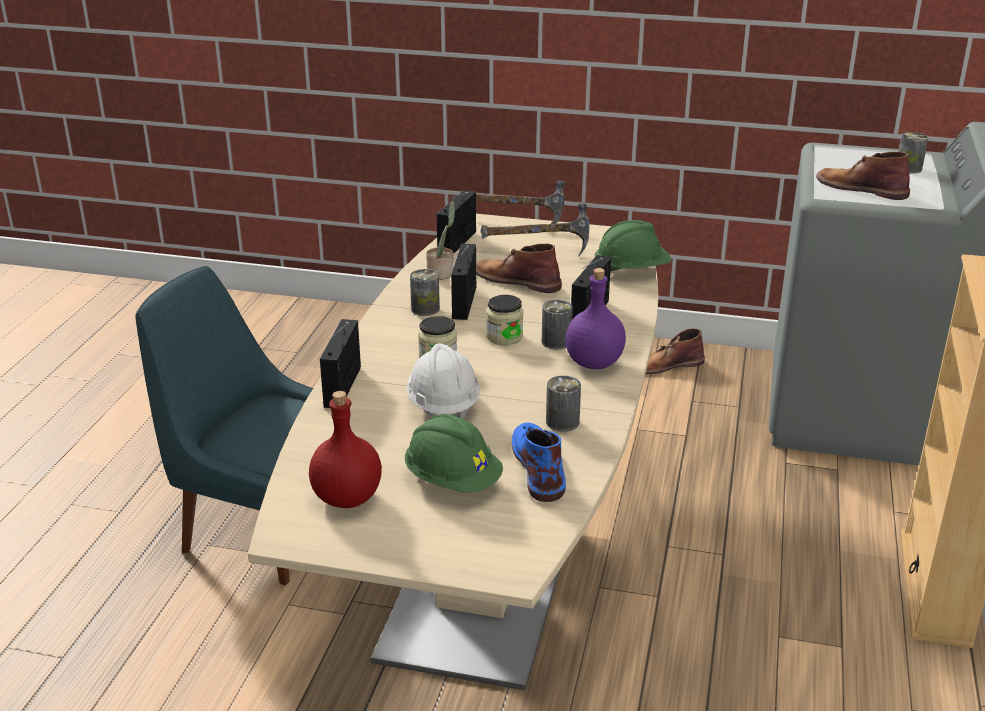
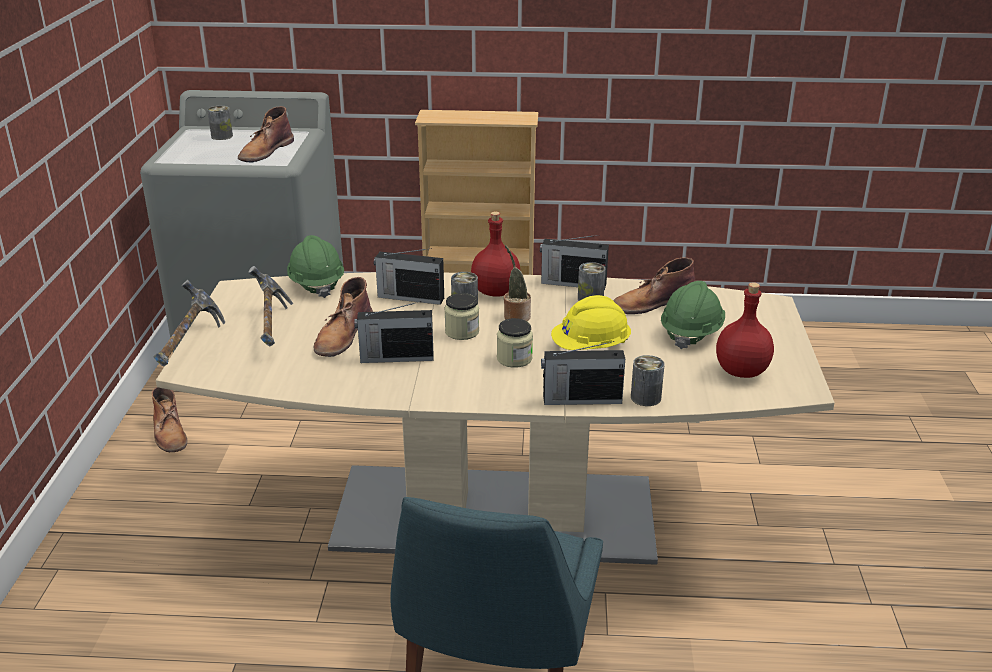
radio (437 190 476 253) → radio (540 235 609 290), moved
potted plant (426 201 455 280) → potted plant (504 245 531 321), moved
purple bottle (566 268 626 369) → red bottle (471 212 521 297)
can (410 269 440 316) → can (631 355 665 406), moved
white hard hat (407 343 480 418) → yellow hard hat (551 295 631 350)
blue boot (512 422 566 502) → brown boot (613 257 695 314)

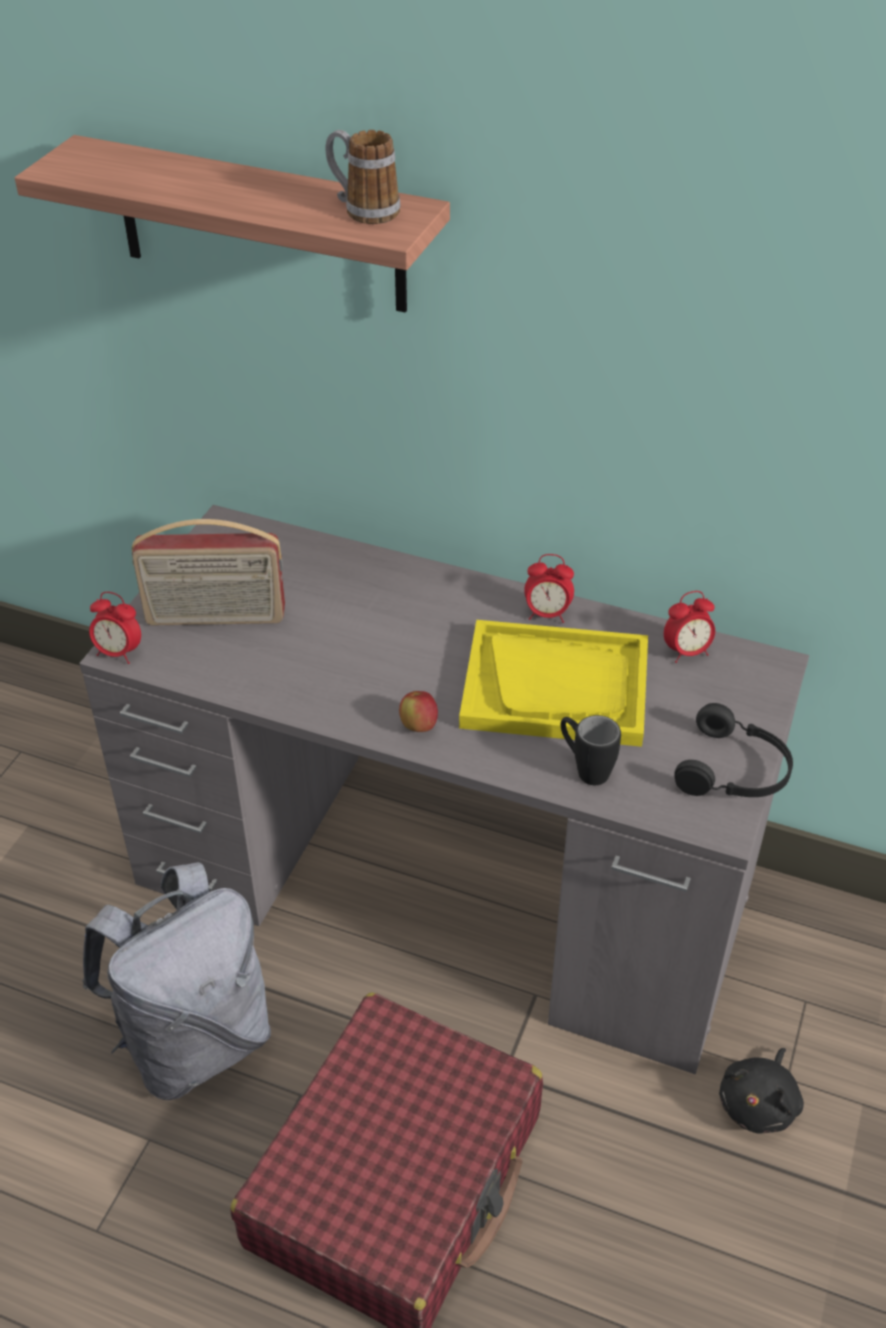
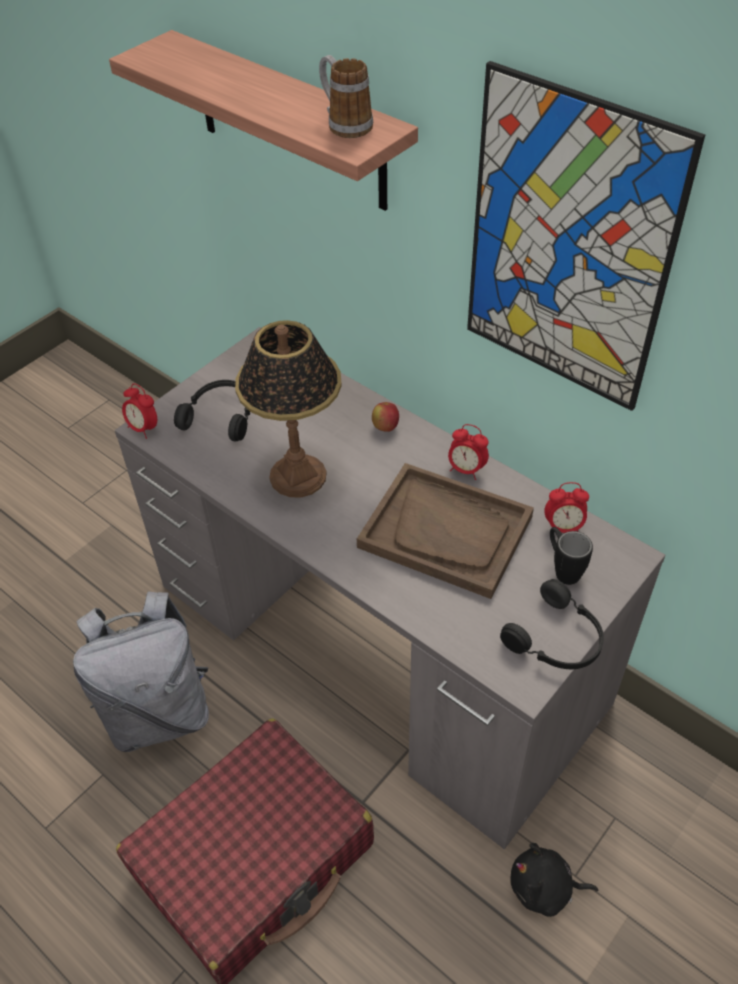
radio (132 519 285 625) → black headphones (174 380 250 441)
yellow tray (459 620 648 747) → brown tray (357 463 534 599)
apple (399 691 438 732) → apple (372 402 399 432), moved
black mug (561 715 621 785) → black mug (550 527 593 585), moved
black plush toy (719 1048 804 1134) → black plush toy (510 843 598 917), 45 degrees clockwise
- → picture (467 61 705 411)
- → table lamp (235 320 342 498)

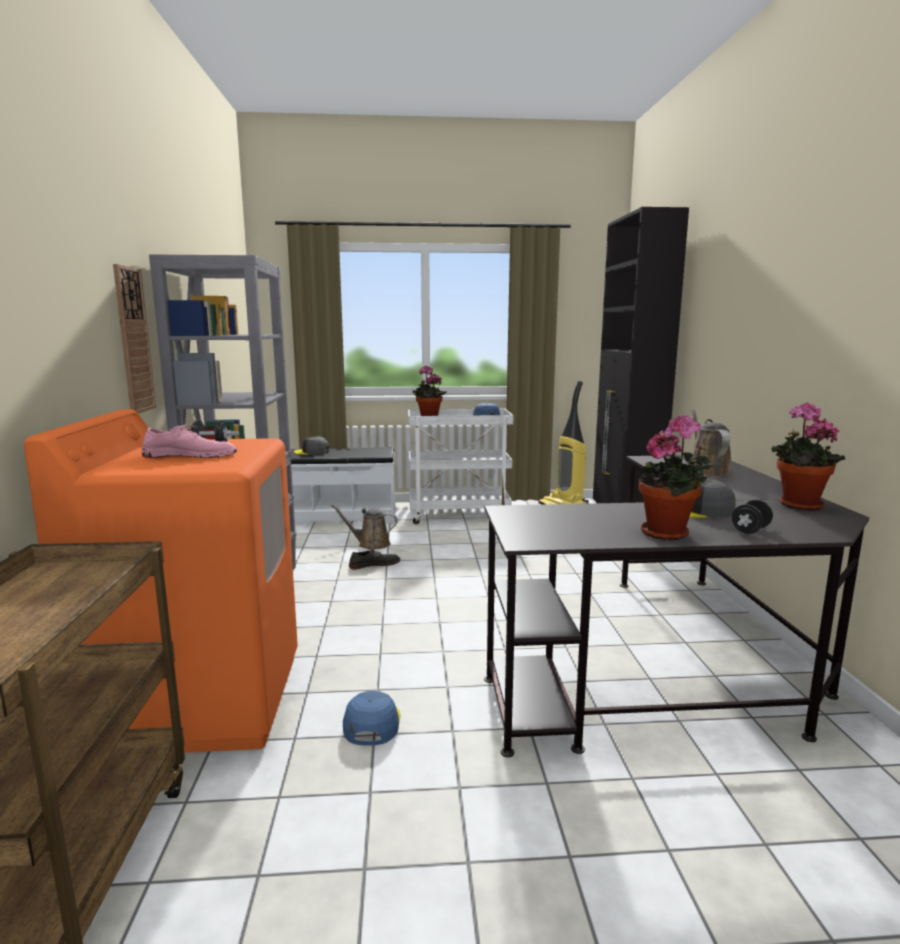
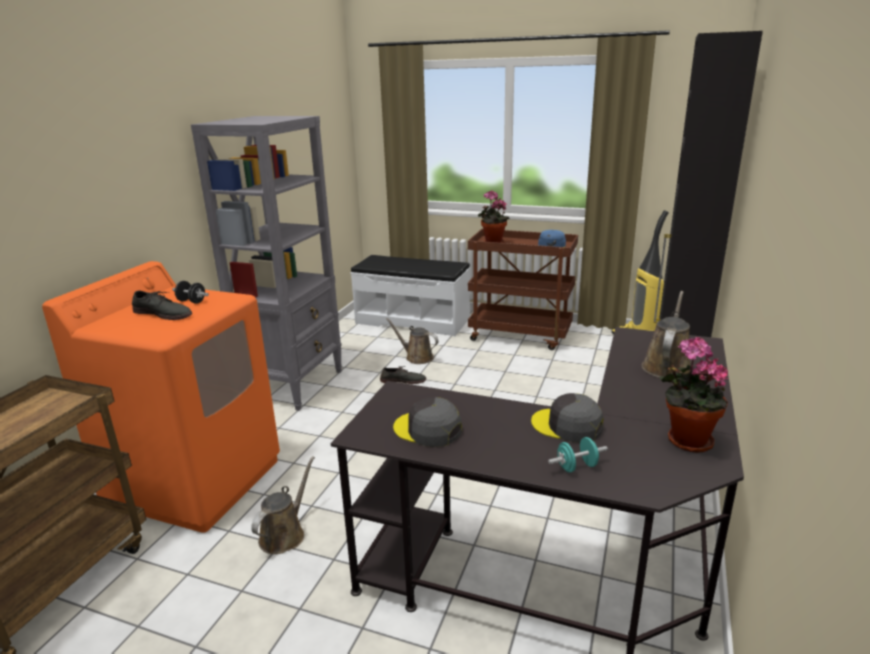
wall clock (113 264 156 414) → -
white cart (408 409 514 524) → brown cart (468 229 578 350)
potted plant (639 415 713 540) → -
pink shoe (141 425 237 458) → grey shoe (132 291 192 320)
grey cap (294 436 329 455) → grey cap (393 397 462 447), moved
black dumbbell (732 500 773 534) → turquoise dumbbell (548 437 608 472)
blue cap (343 691 400 746) → brown watering can (251 456 315 554)

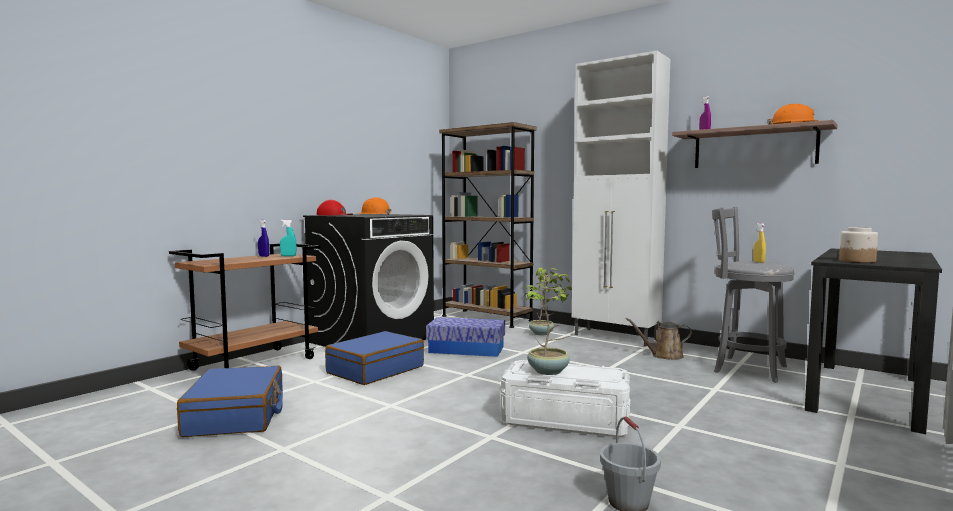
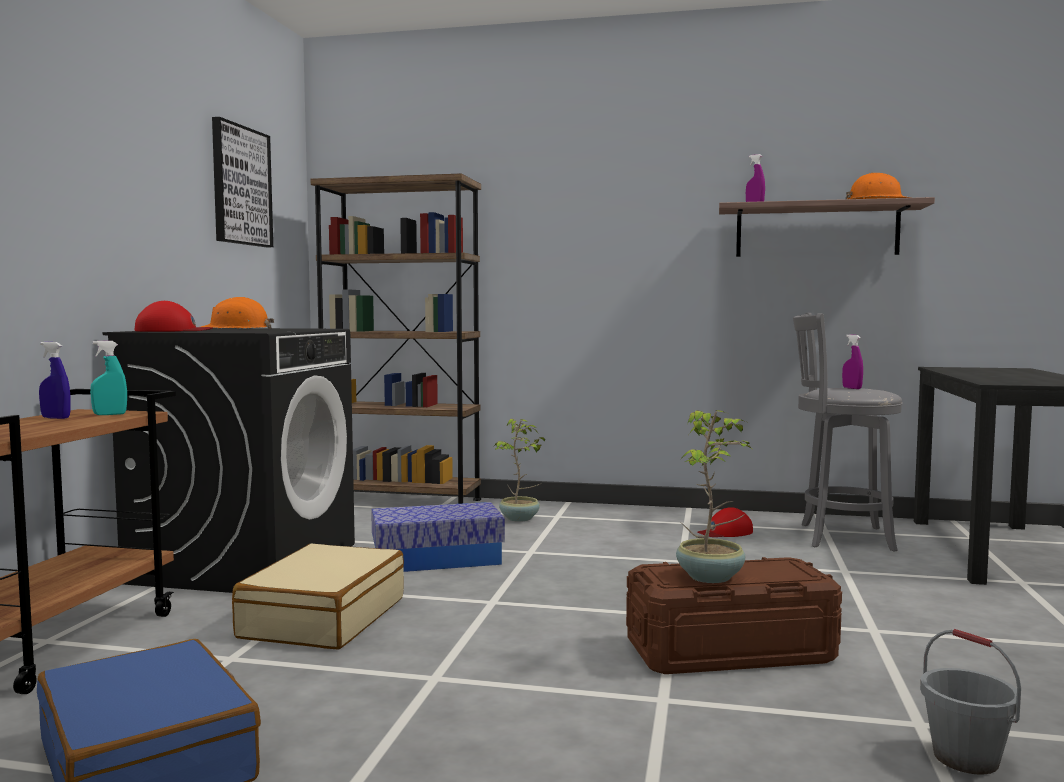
white cabinet (572 51 670 346) → -
yellow spray bottle (753 223 766 263) → purple spray bottle (842 334 863 389)
jar (839 227 878 263) → -
brown watering can (625 318 692 360) → red cap (698 507 753 537)
blue suitcase (325 331 424 385) → beige suitcase (232 544 404 650)
white storage box (501 360 630 437) → brown storage box (626 557 842 674)
- → picture (212 117 273 247)

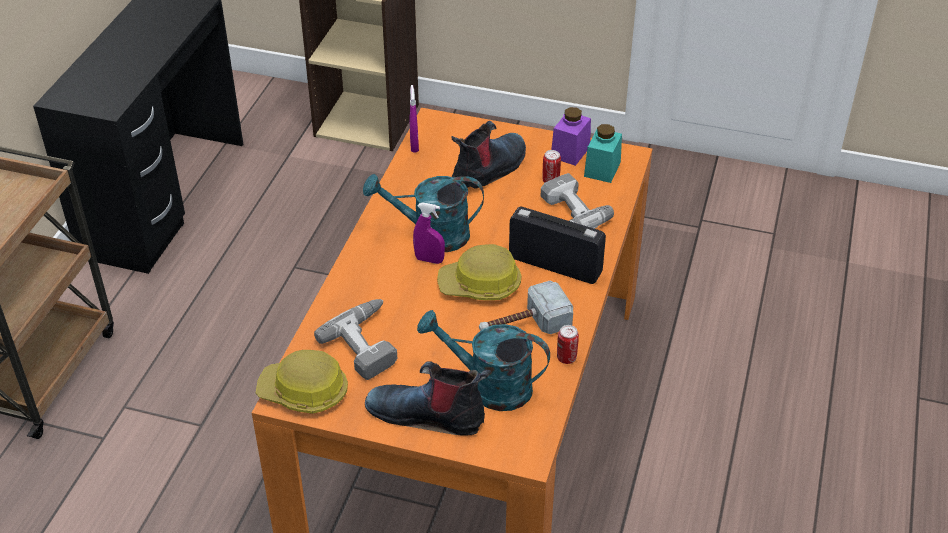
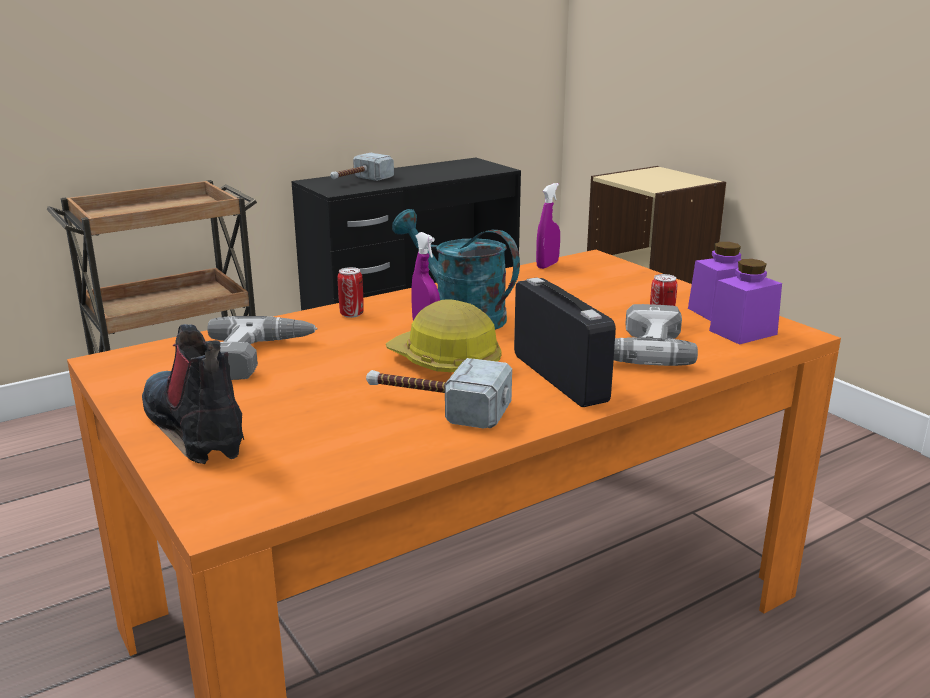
boot (452 121 526 189) → -
turquoise jar (584 124 622 183) → purple jar (709 259 782 345)
turquoise watering can (417 310 550 411) → -
can (557 325 579 364) → can (338 267 364 318), moved
hard hat (256 350 348 414) → -
- → hammer (331 153 394 181)

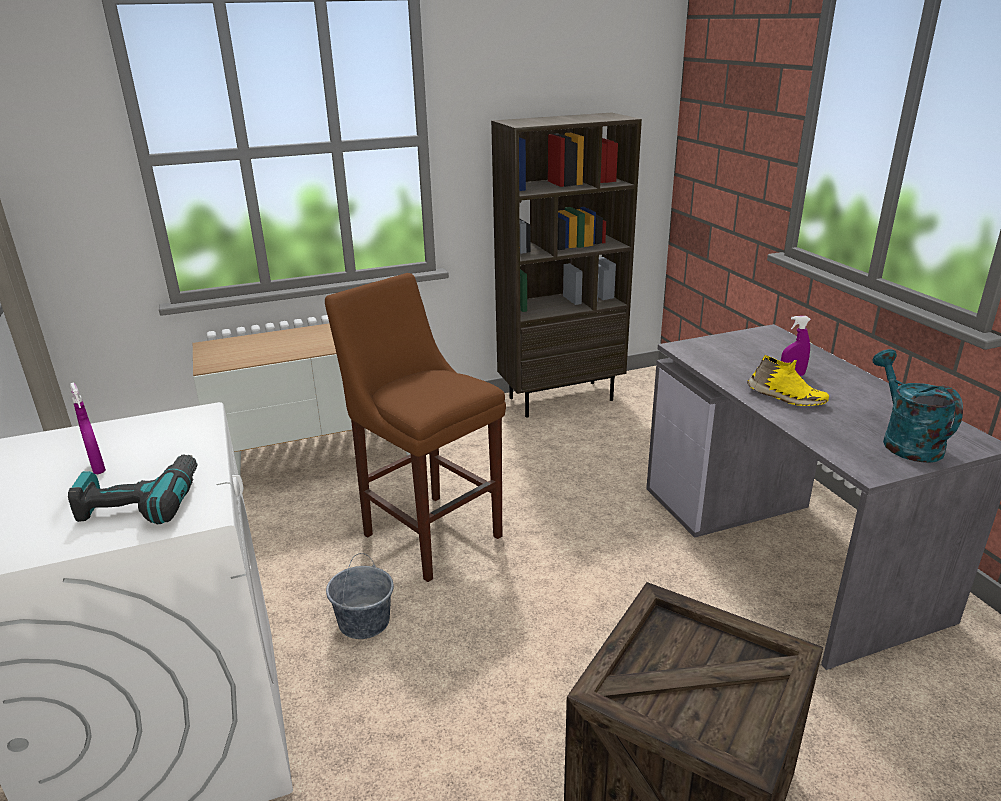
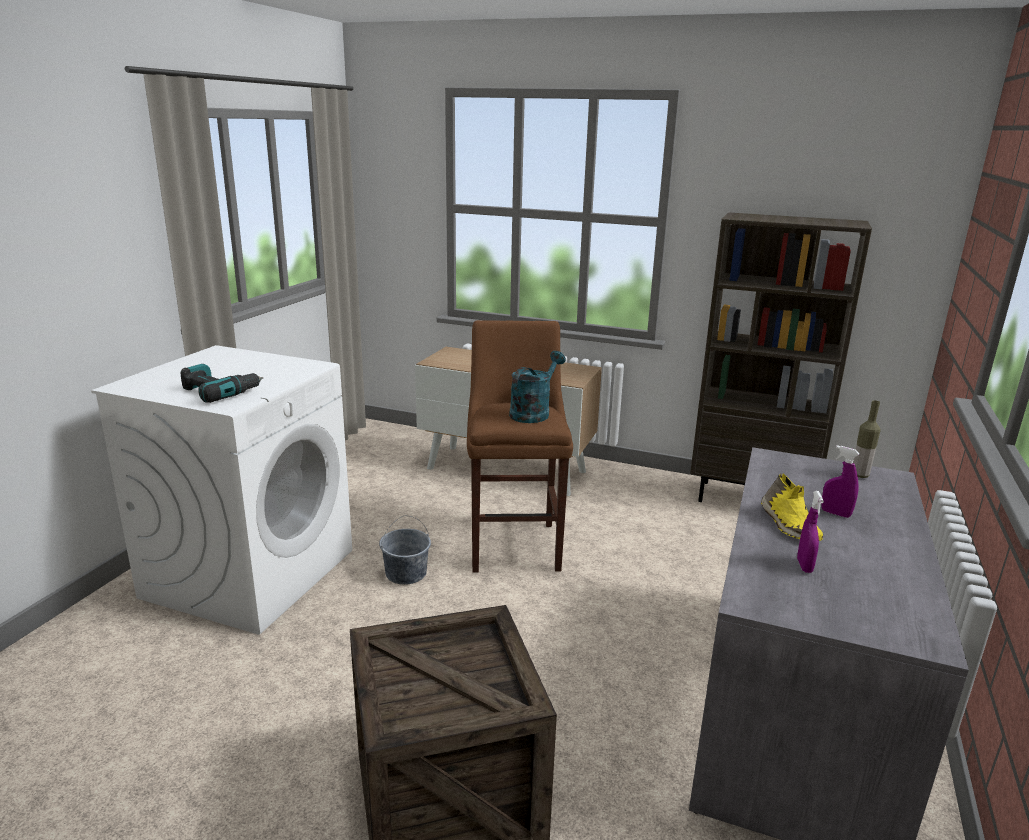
turquoise watering can (872 349 963 463) → turquoise watering can (509 351 566 423), moved
purple spray bottle (70 382 106 474) → purple spray bottle (797 491 824 573), moved
- → bottle (853 400 880 478)

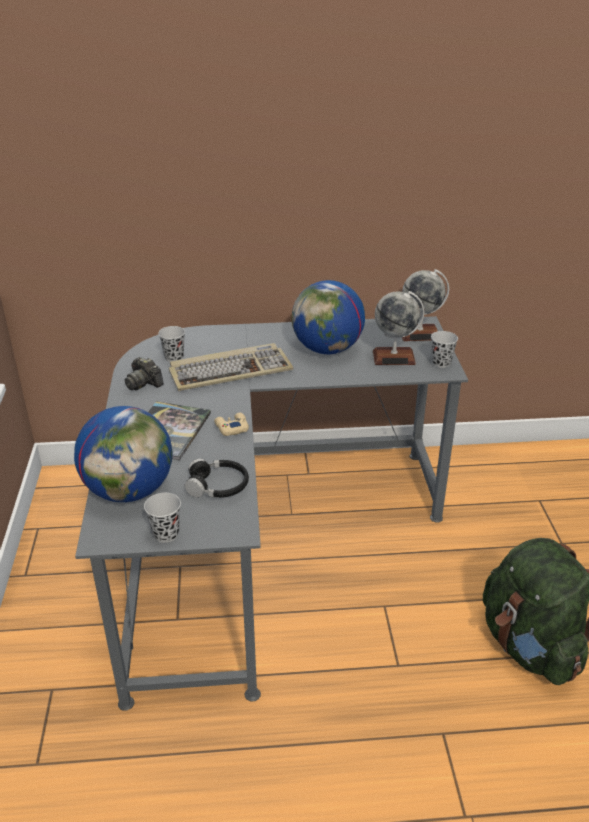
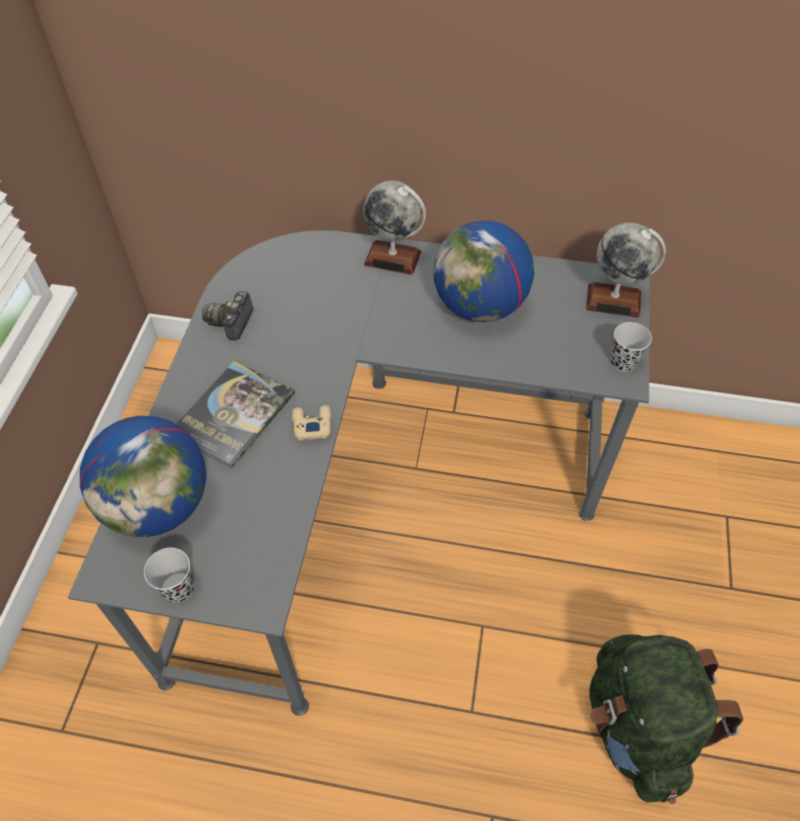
globe (373 291 424 365) → globe (363 181 426 275), moved
black cup (158 326 185 362) → -
keyboard (169 343 293 391) → -
photo camera (125 357 164 390) → photo camera (202 291 253 341), 45 degrees clockwise
black headphones (185 458 249 498) → -

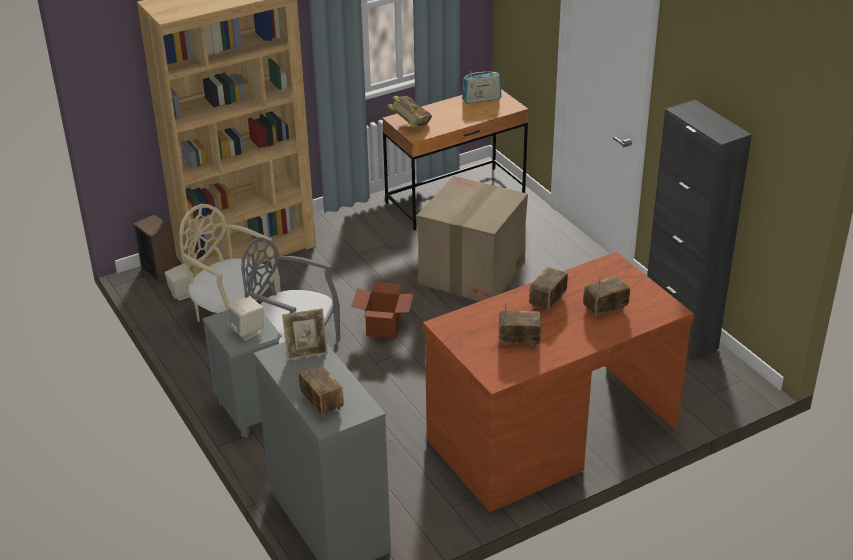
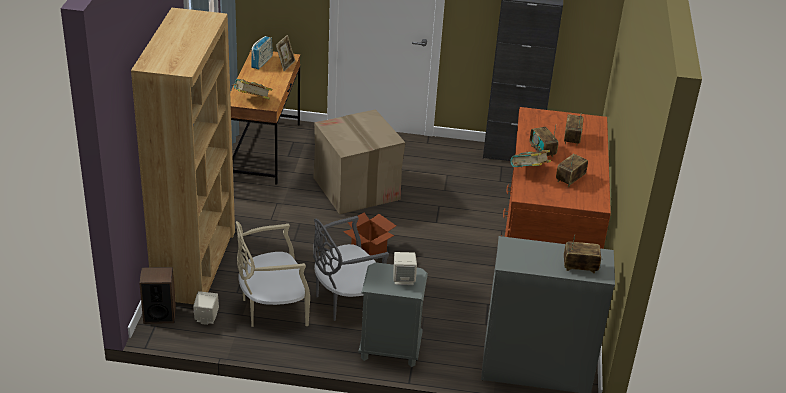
picture frame (282 308 328 360) → picture frame (276 35 295 71), moved
- → book (510 150 551 167)

